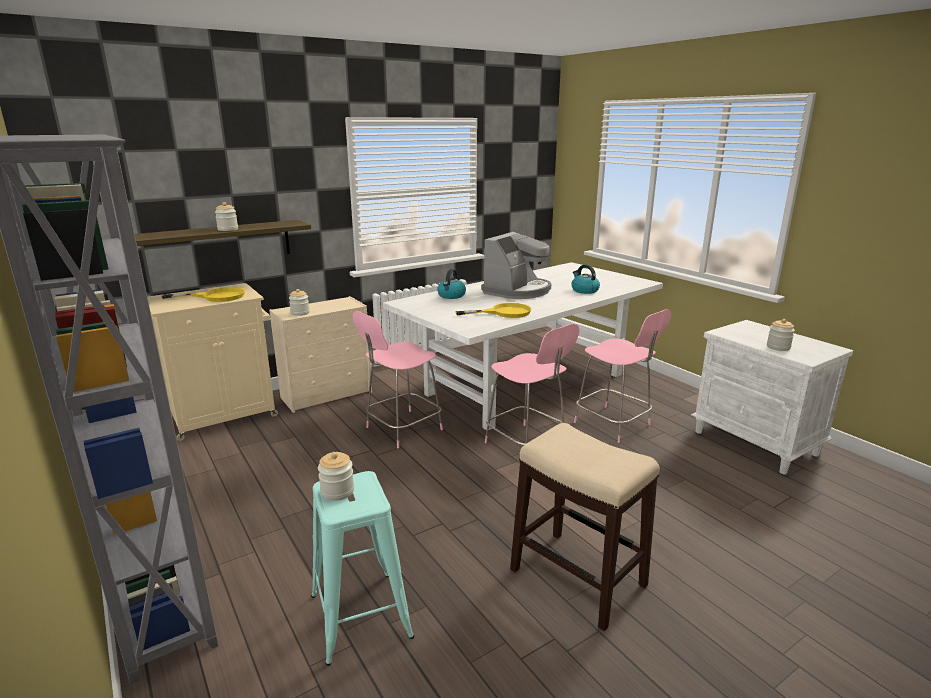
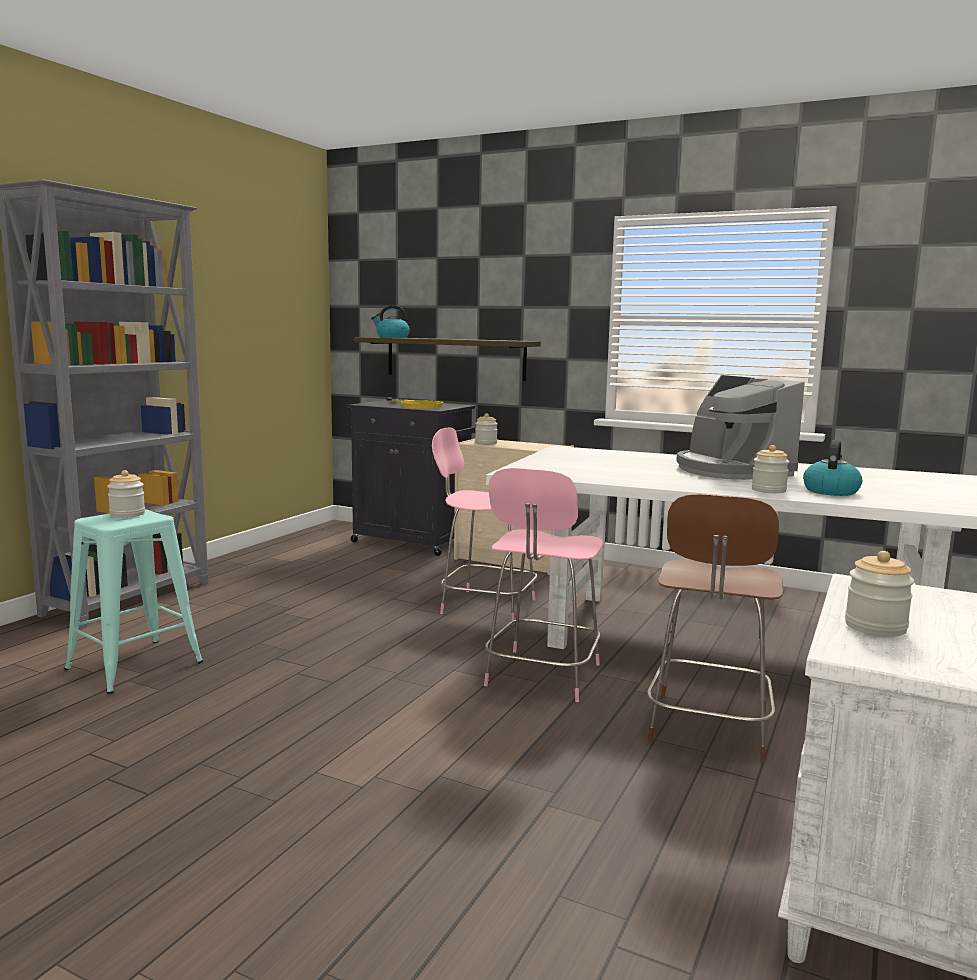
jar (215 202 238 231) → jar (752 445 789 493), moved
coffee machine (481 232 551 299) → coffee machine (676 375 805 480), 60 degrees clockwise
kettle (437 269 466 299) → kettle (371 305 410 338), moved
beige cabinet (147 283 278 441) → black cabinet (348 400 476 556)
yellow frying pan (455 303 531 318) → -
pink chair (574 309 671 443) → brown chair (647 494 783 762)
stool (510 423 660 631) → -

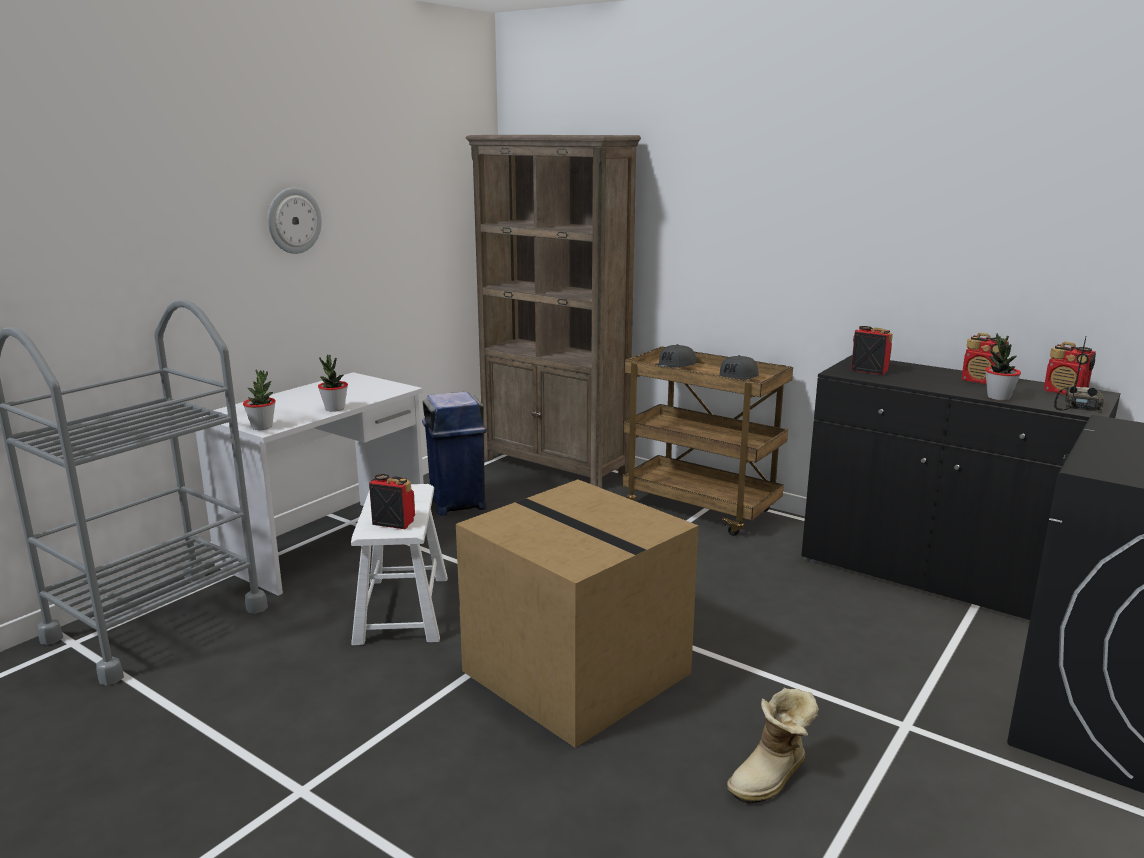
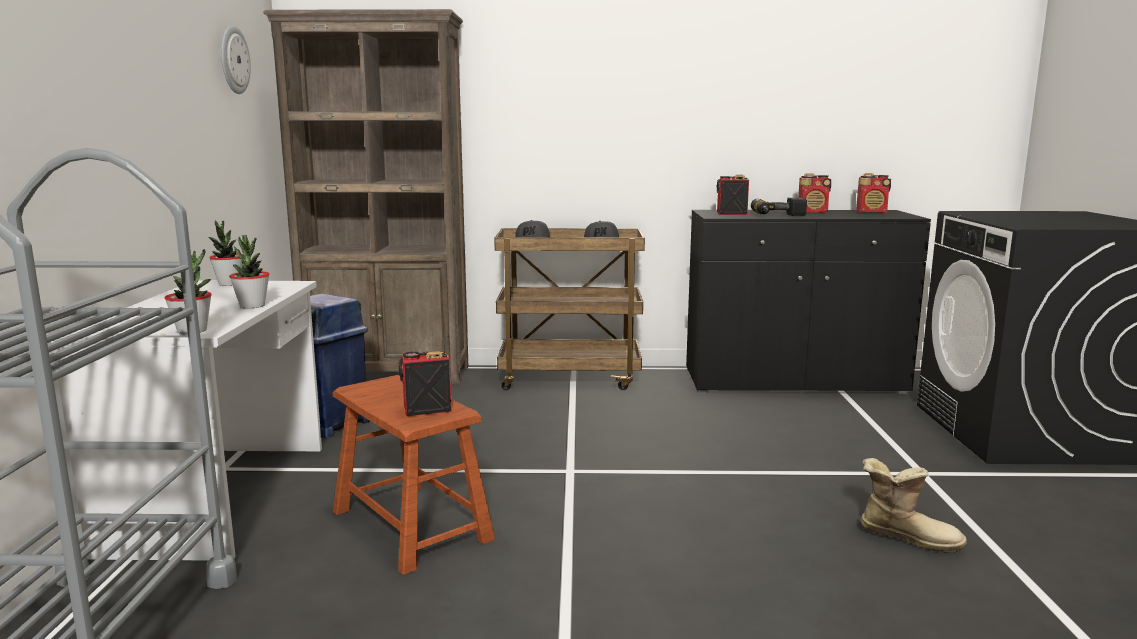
wall clock (268 188 322 254) → wall clock (221 26 251 94), moved
potted plant (985 333 1021 401) → potted plant (208 220 244 286), moved
radio (1054 338 1104 413) → -
cardboard box (456 479 699 748) → -
white stool (351 484 448 645) → brown stool (332 375 495 575)
boot (727 687 819 803) → boot (861 458 967 553), 75 degrees counterclockwise
- → power drill (751 198 807 216)

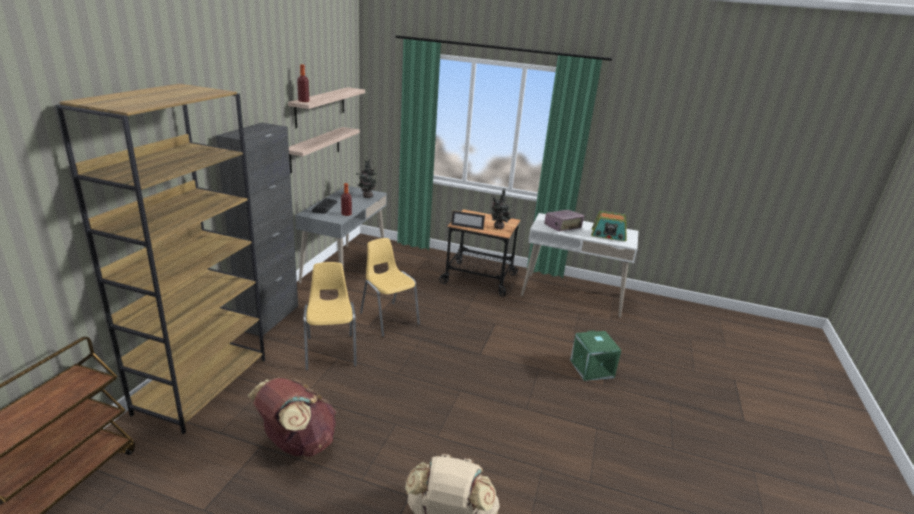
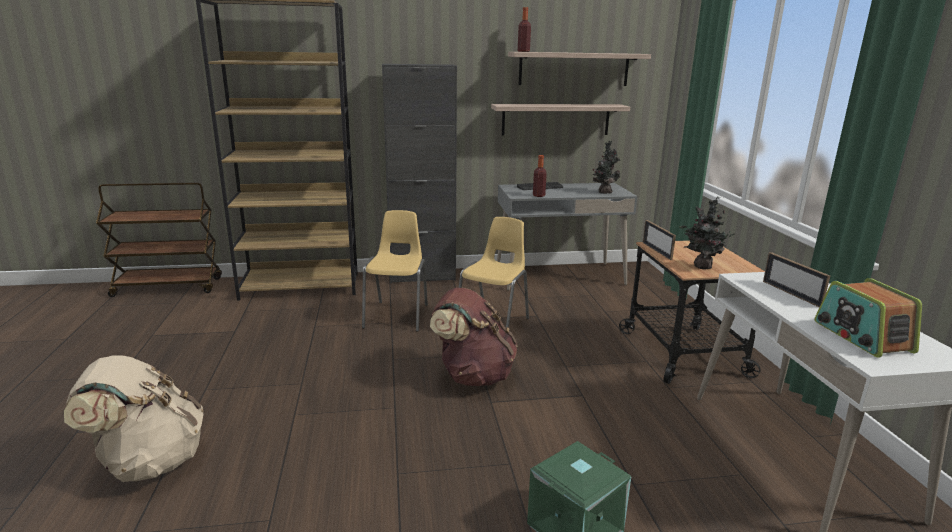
radio (544 210 584 232) → picture frame (763 252 830 308)
yellow chair (304 262 357 370) → yellow chair (362 210 428 332), 45 degrees counterclockwise
brown backpack (248 378 336 457) → brown backpack (430 288 518 386), moved

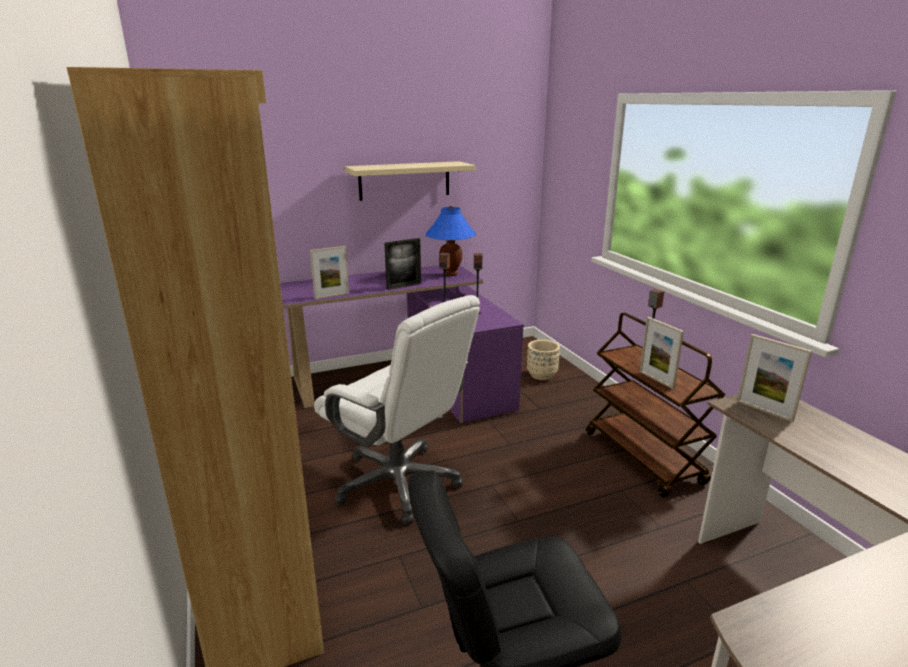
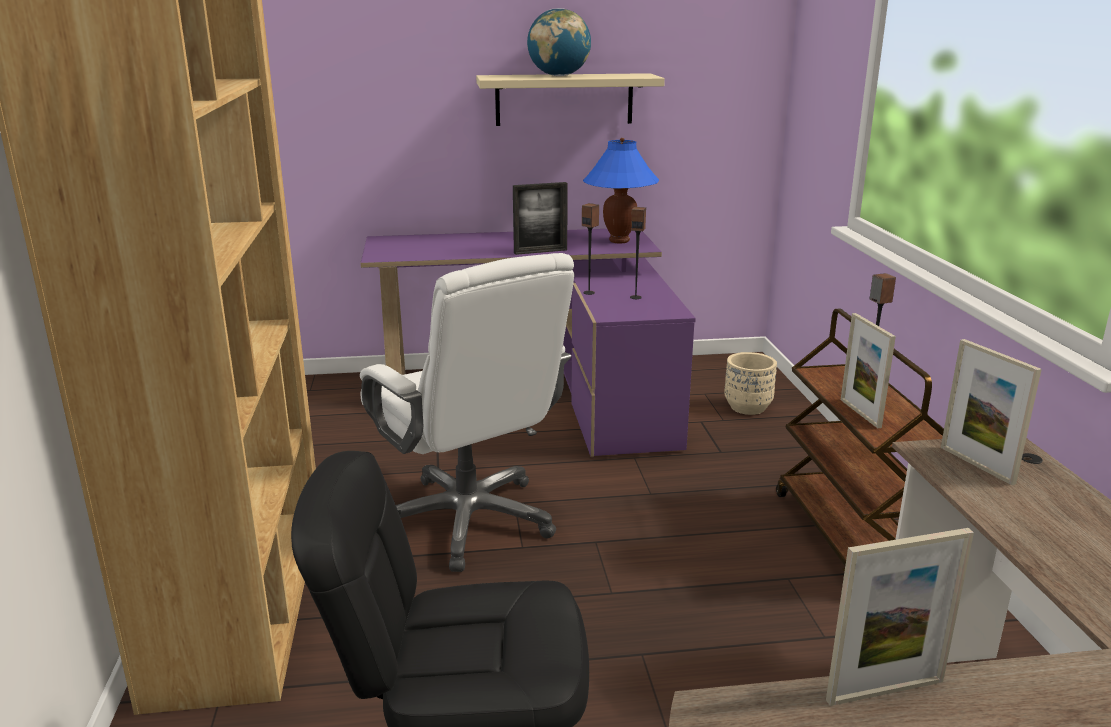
picture frame (310 246 349 299) → picture frame (826 528 974 706), moved
- → globe (527 8 591 76)

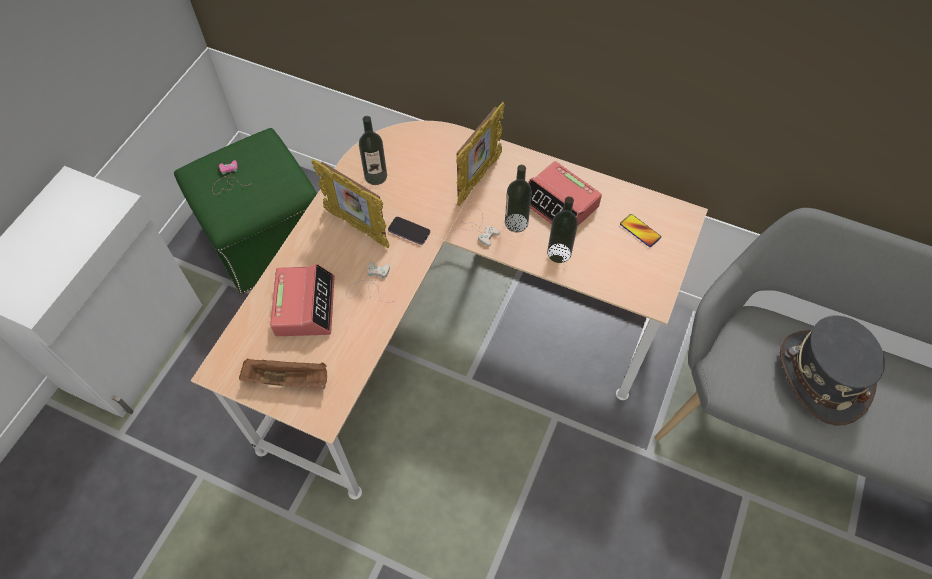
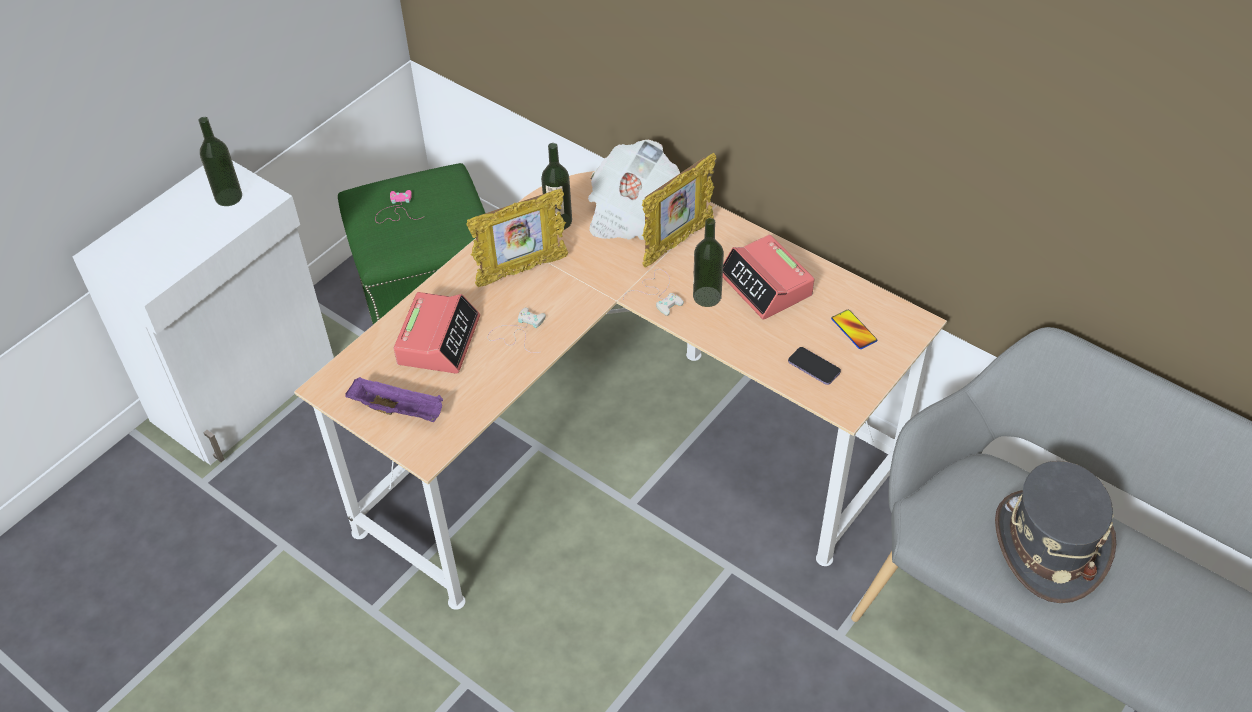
picture frame (312 159 390 248) → picture frame (466 189 568 287), 75 degrees counterclockwise
bottle (547 196 578 263) → bottle (198 117 242 206), moved
phone (388 217 430 245) → phone (788 347 841 385), moved
brown tray (239 358 327 389) → purple tray (345 377 443 422)
- → newspaper (588 140 680 240)

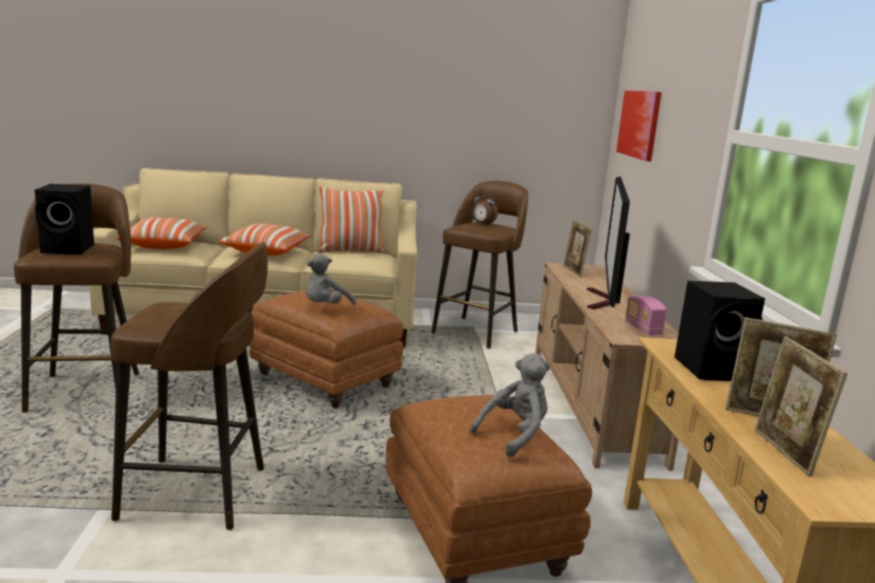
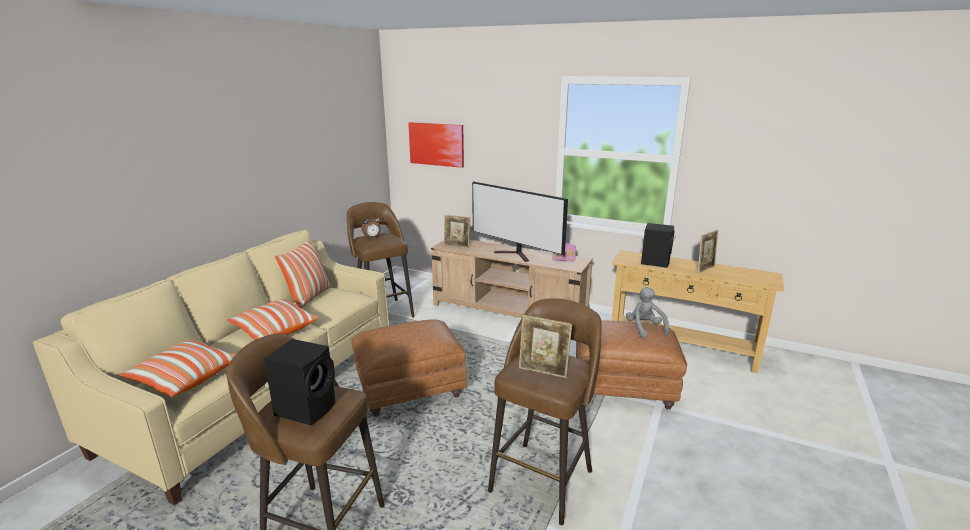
grey plush toy (306 253 356 305) → -
picture frame (755 336 847 476) → picture frame (519 315 572 378), moved

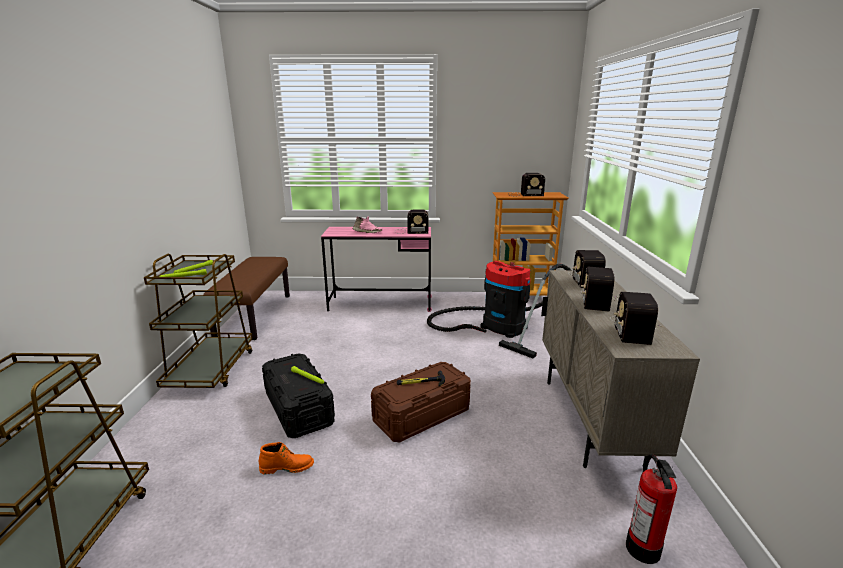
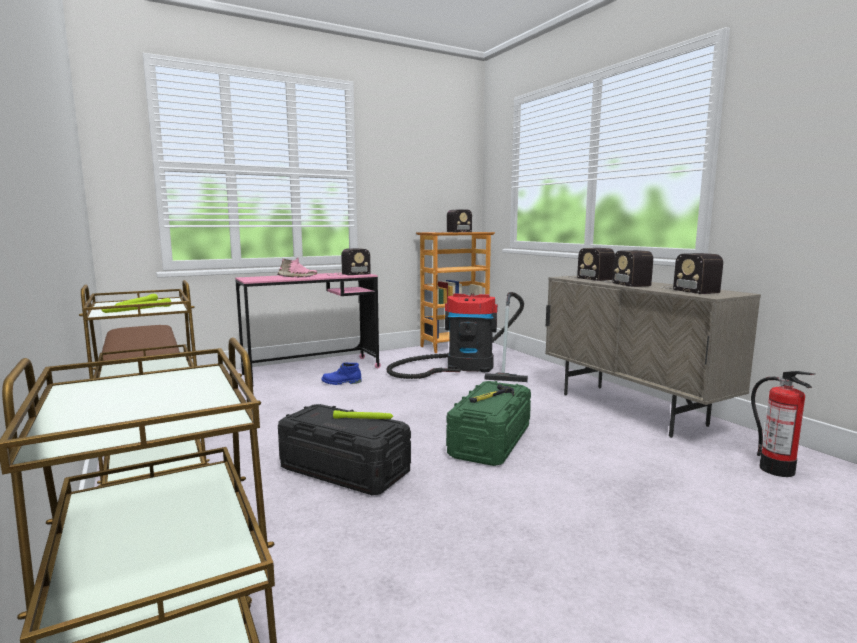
brown storage box (371 362 471 442) → green storage box (446 381 531 466)
orange boot (259 442 314 474) → -
- → blue boot (322 362 362 385)

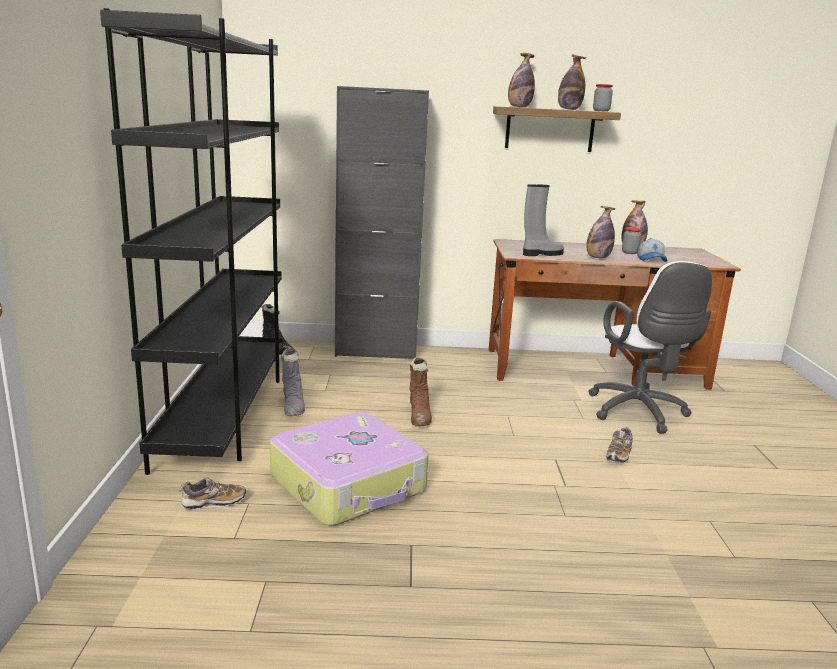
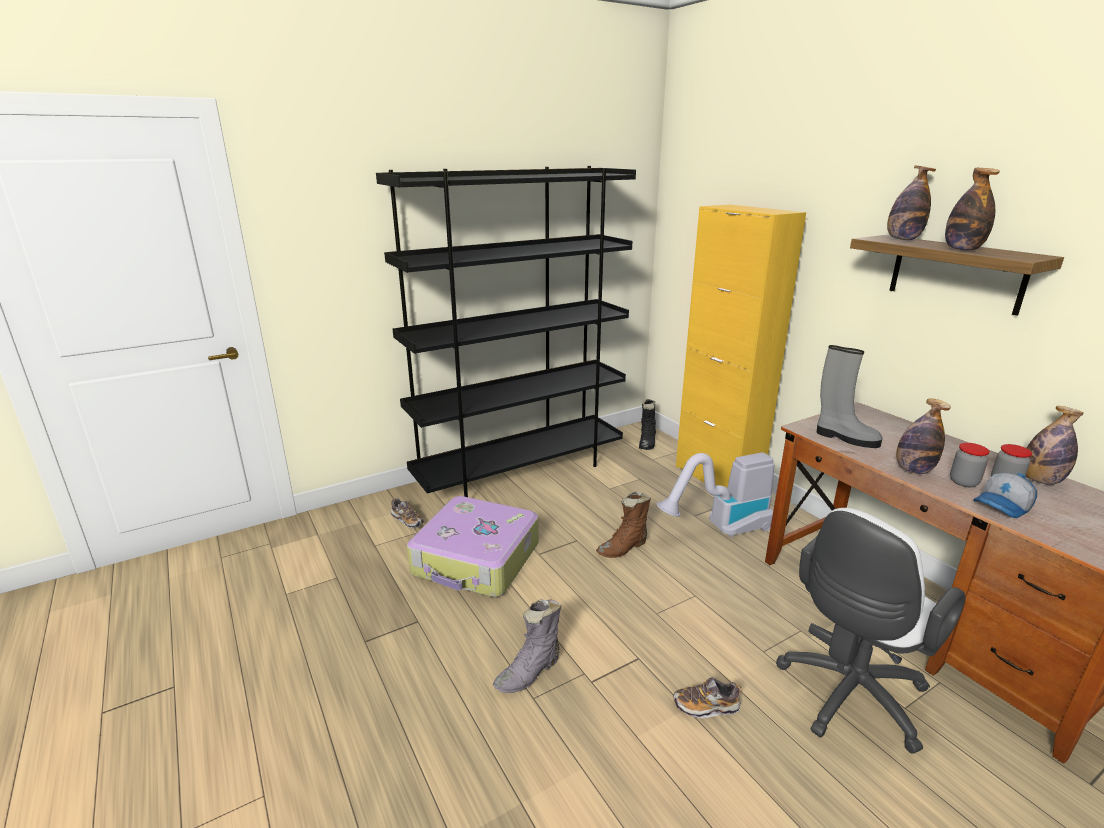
jar (593 84 613 112) → jar (950 443 990 487), moved
black cabinet (335 86 429 359) → yellow cabinet (676 204 806 488)
grey boot (281 348 305 416) → grey boot (493 599 561 693), moved
- → vacuum cleaner (657 452 775 537)

